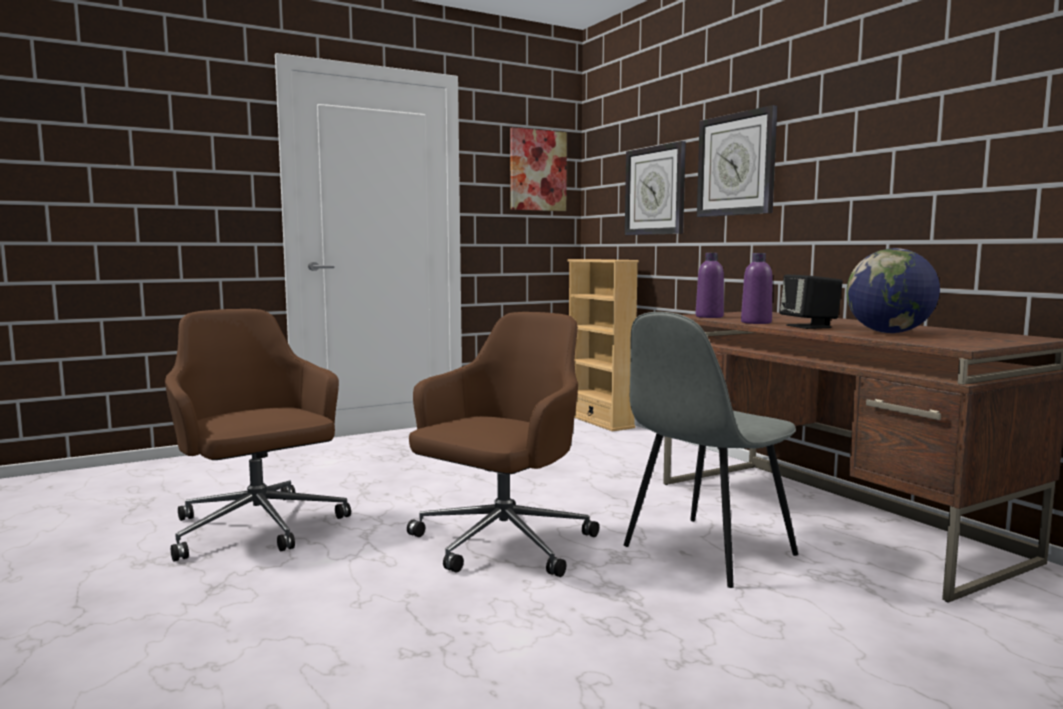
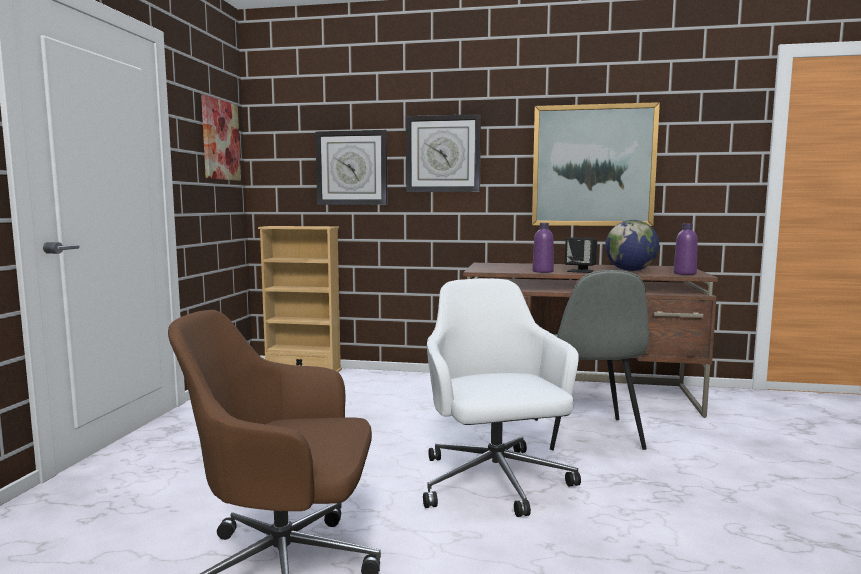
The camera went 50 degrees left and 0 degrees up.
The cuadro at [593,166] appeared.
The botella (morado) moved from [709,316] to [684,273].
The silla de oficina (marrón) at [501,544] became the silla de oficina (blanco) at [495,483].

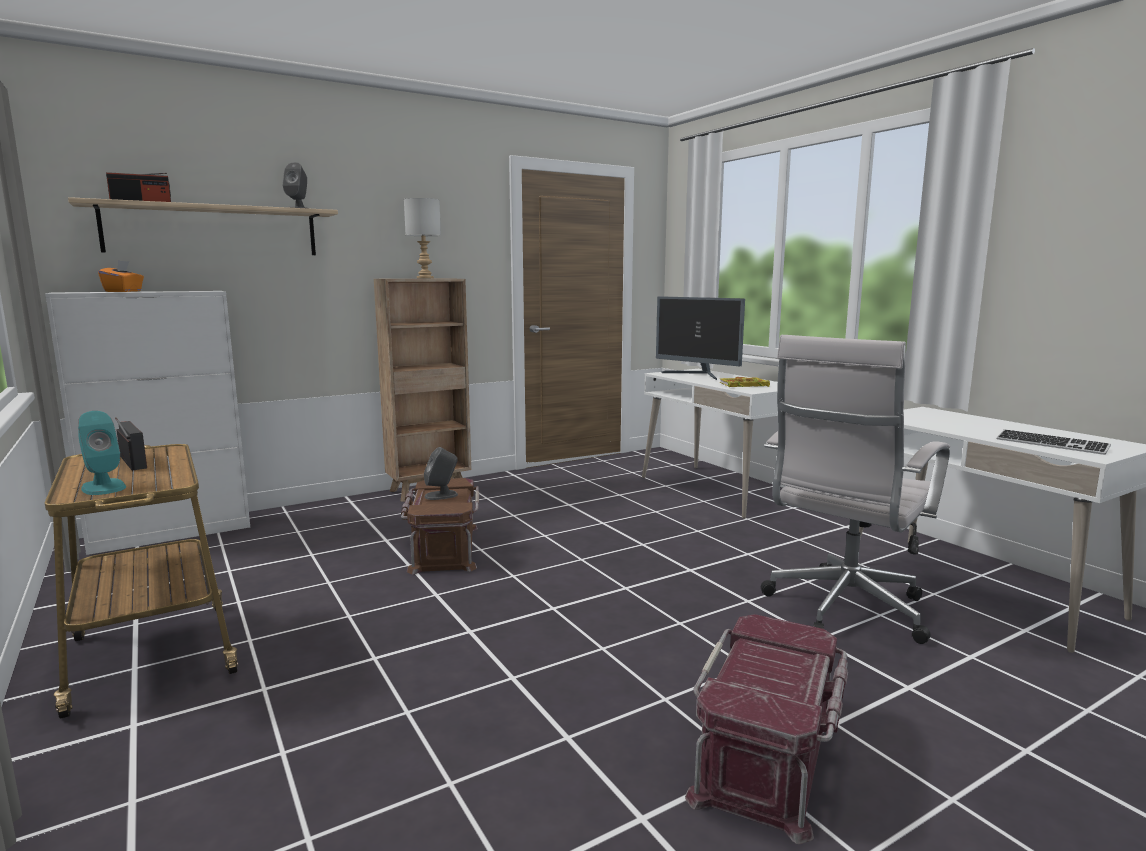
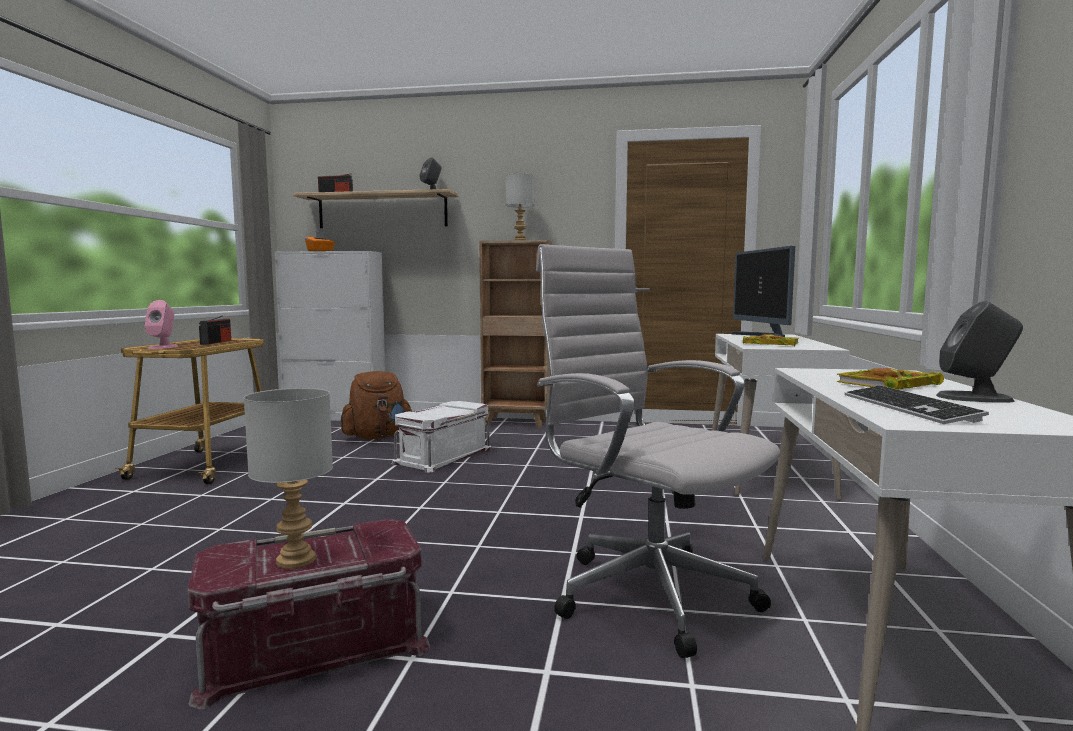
The camera went 40 degrees right and 5 degrees down.
The lámpara de mesa (gris) at [294,560] appeared.
The mochila (marrón) at [377,437] appeared.
The libro at [888,385] appeared.
The altavoz (gris) moved from [441,495] to [975,398].
The altavoz (turquesa) at [103,487] became the altavoz (rosa) at [163,347].
The caja de almacenaje (marrón) at [443,548] became the caja de almacenaje (blanco) at [443,456].
The silla de oficina (blanco) at [843,611] turned 60 degrees clockwise.

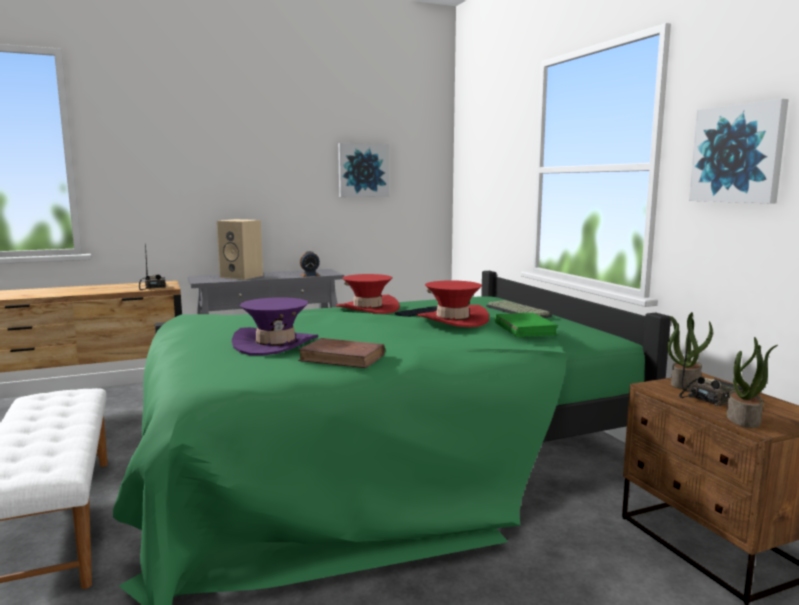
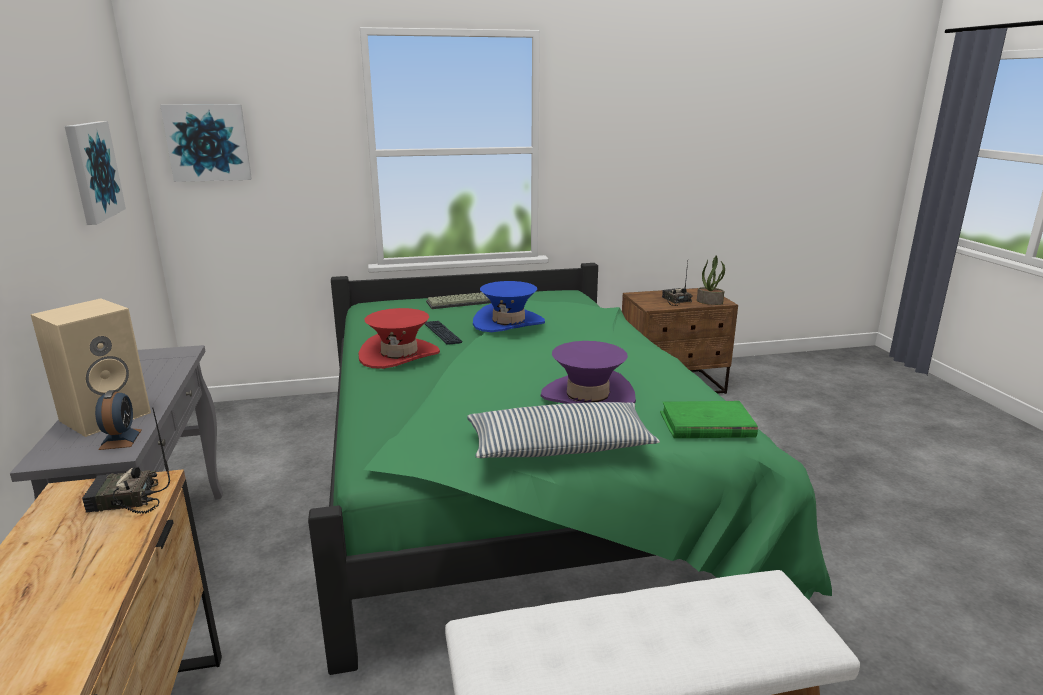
The camera went 80 degrees left and 10 degrees up.
The libro (marrón) at [342,358] disappeared.
The planta en maceta at [685,383] disappeared.
The cojín at [560,447] appeared.
The despertador moved from [310,275] to [120,439].
The libro (verde) moved from [524,329] to [706,425].
The cuadro moved from [737,154] to [208,142].
The sombrero (rojo) at [452,320] became the sombrero (azul) at [508,323].

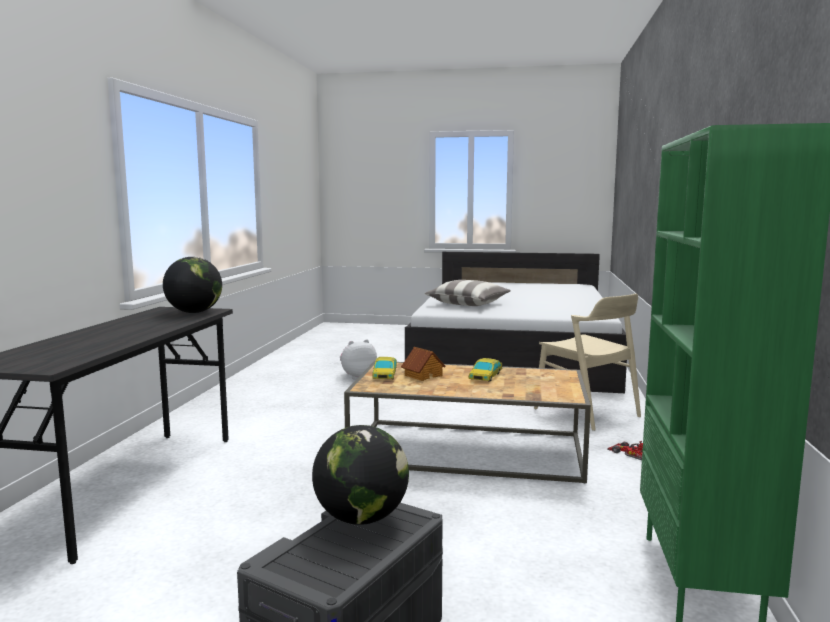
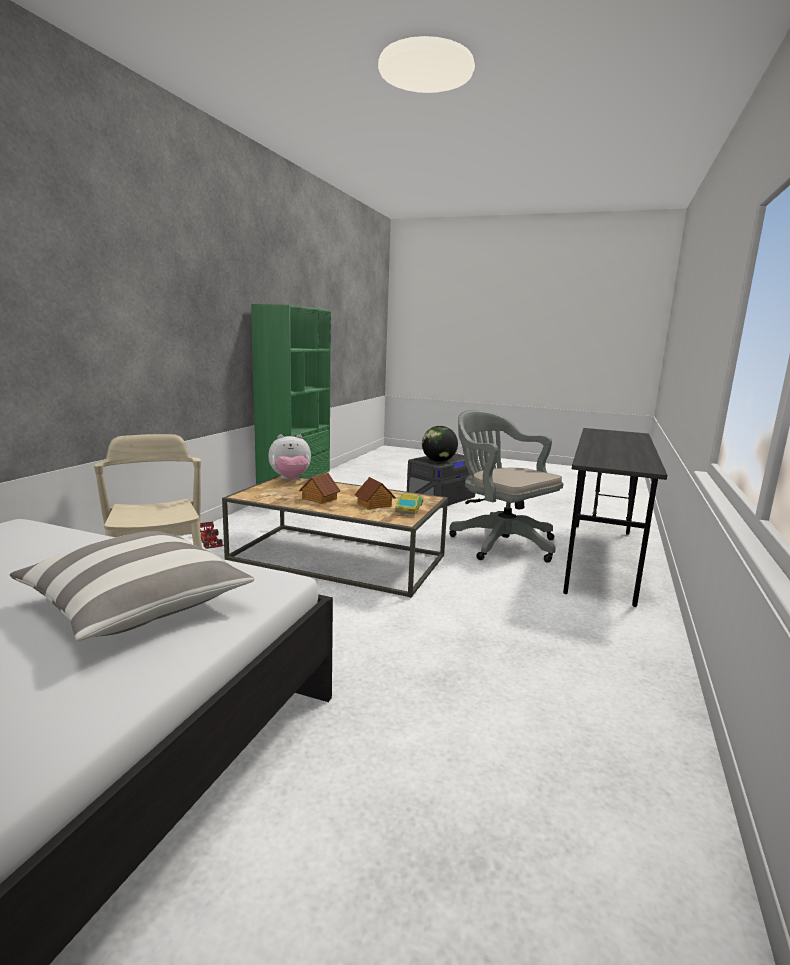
The camera went 170 degrees left and 5 degrees up.
The globo terráqueo at [194,312] disappeared.
The silla de oficina (gris) at [499,542] appeared.
The peluche moved from [357,376] to [290,479].
The coche de juguete at [485,376] was replaced by the casita at [319,499].

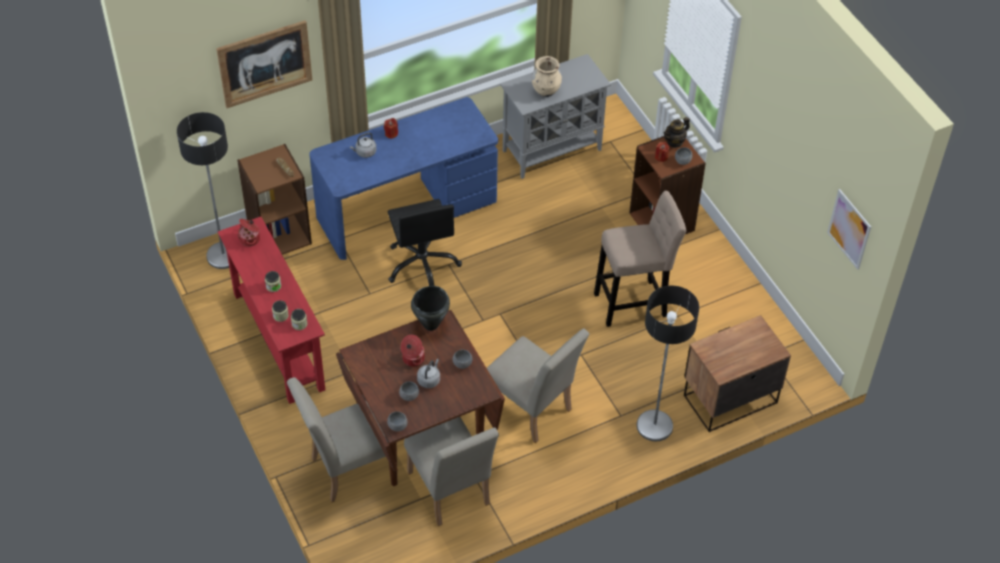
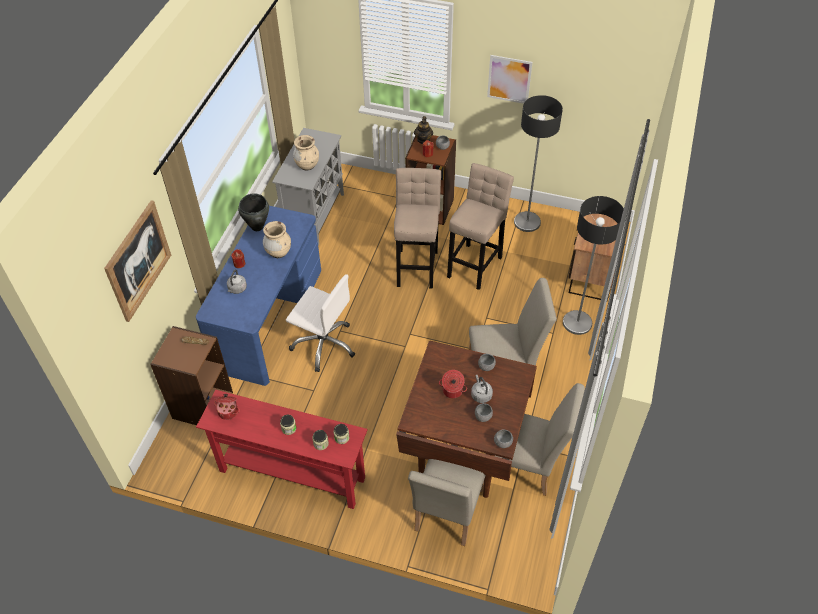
The camera went 45 degrees left and 0 degrees up.
The florero (beis) at [278,252] appeared.
The taburete (beis) at [417,266] appeared.
The lámpara de pie moved from [223,255] to [527,222].
The olla (negro) moved from [430,324] to [257,227].
The cuadro moved from [849,229] to [509,79].
The silla de oficina (negro) at [422,264] became the silla de oficina (blanco) at [324,344].

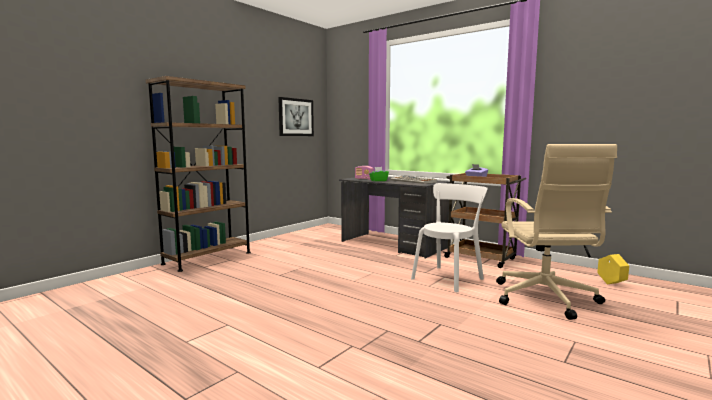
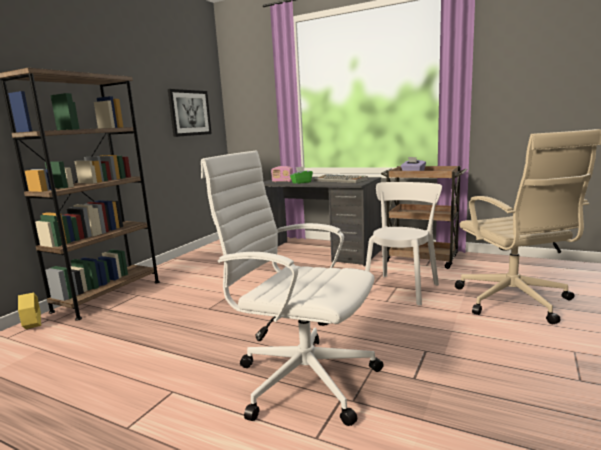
The camera went 10 degrees left and 5 degrees up.
The silla de oficina (blanco) at [302,378] appeared.
The maceta (amarillo) moved from [611,283] to [33,327].

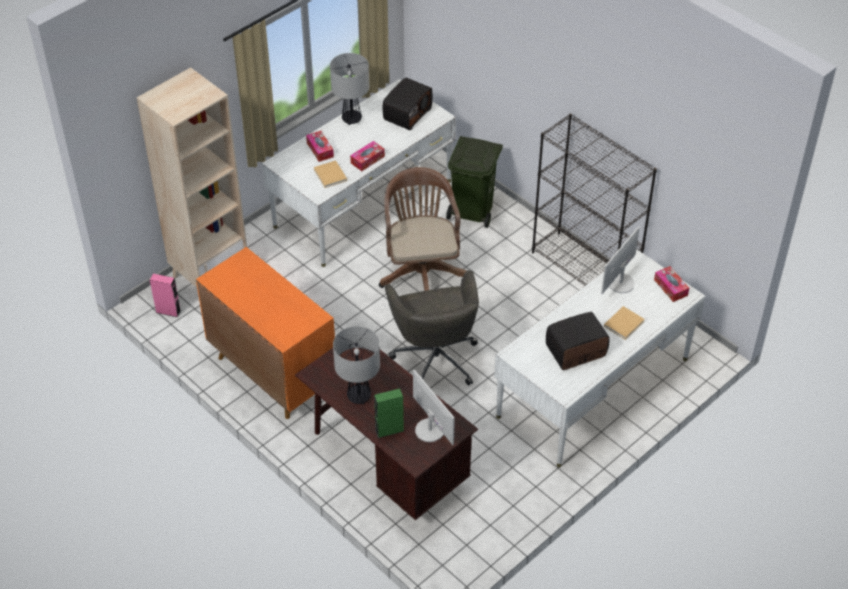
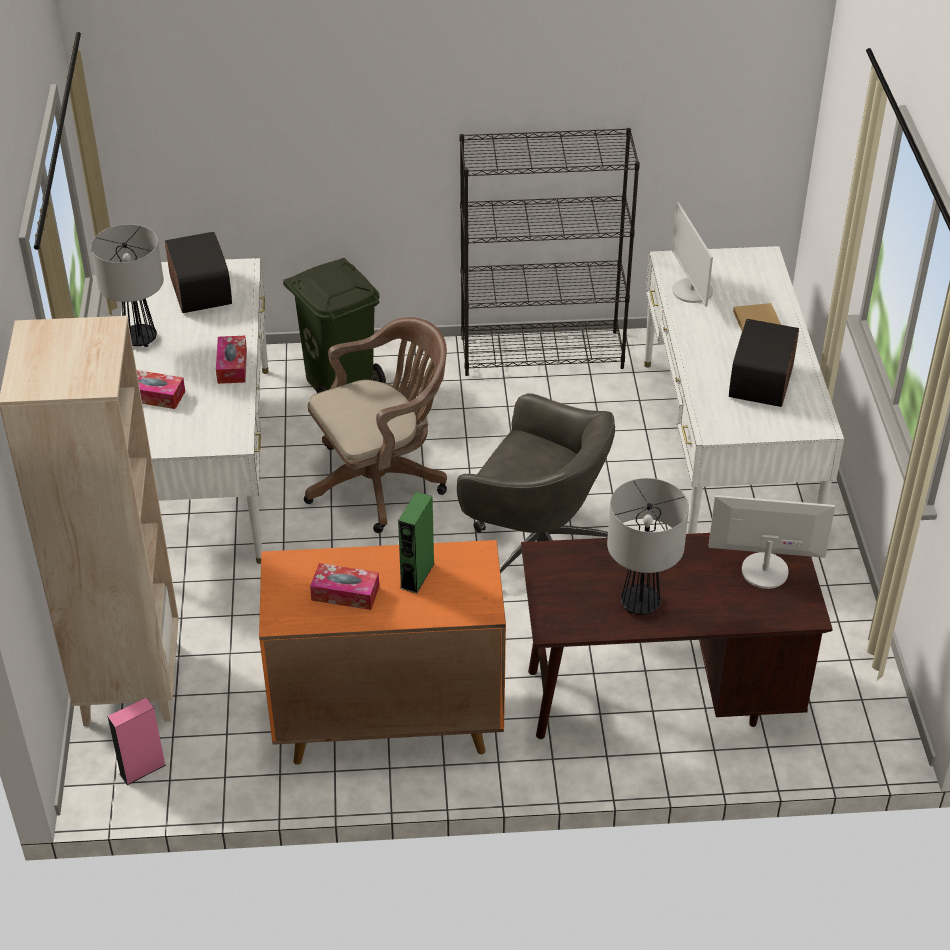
The camera went 50 degrees left and 5 degrees down.
The libro (beis) at [330,176] disappeared.
The altavoz (verde) moved from [389,430] to [417,575].
The caja de pañuelos moved from [670,287] to [345,593].
The silla de oficina (marrón) at [421,271] turned 120 degrees clockwise.

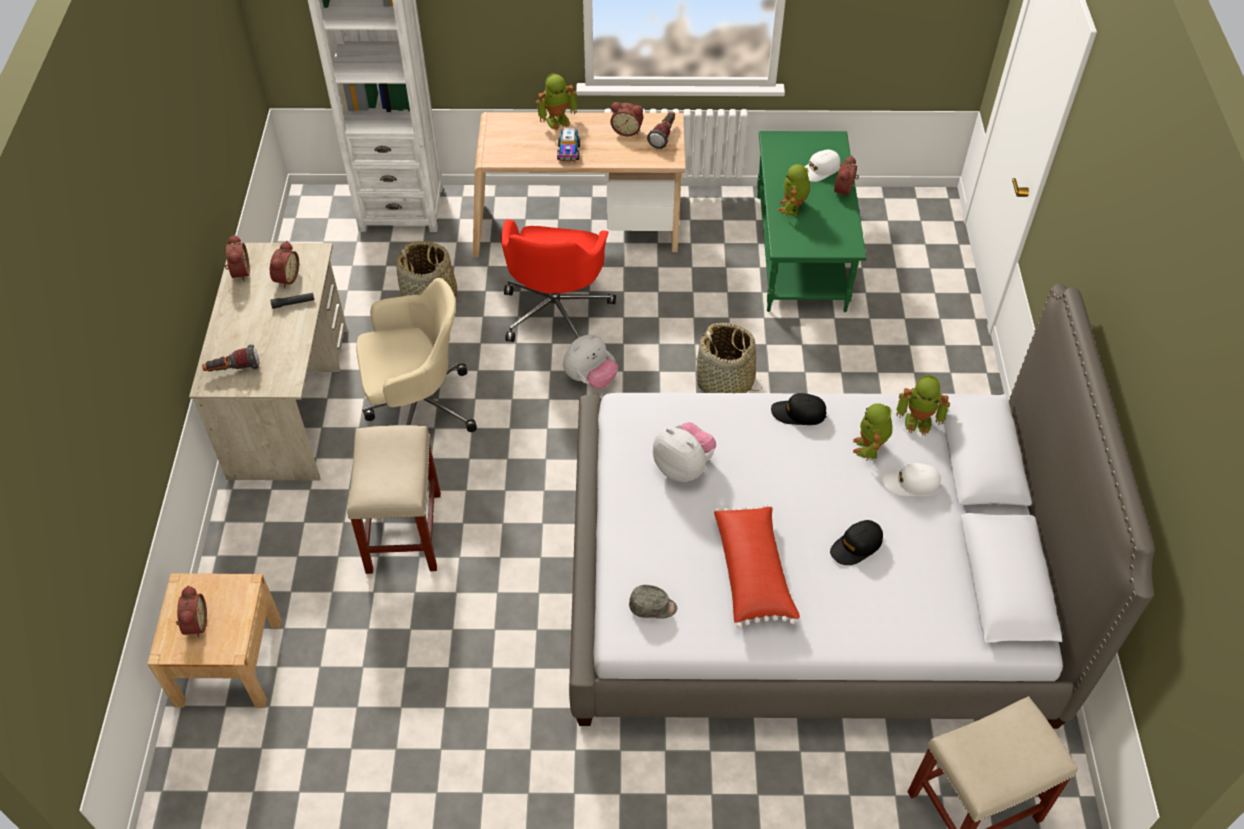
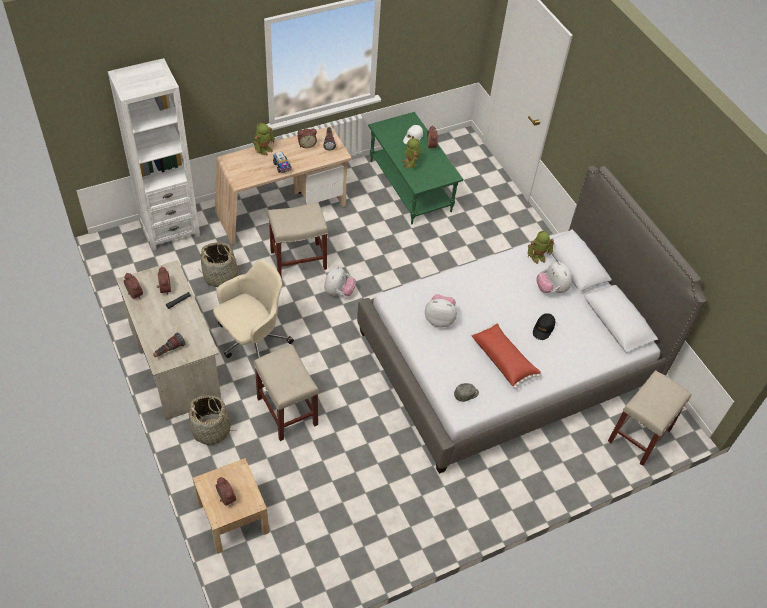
The camera went 30 degrees left and 0 degrees up.
The gorra (negro) at [798,413] disappeared.
The robot de juguete at [870,448] disappeared.
The cesta moved from [725,382] to [211,430].
The silla de oficina (rojo) at [556,311] was replaced by the taburete (beis) at [297,260].
The gorra (blanco) at [911,484] was replaced by the peluche at [551,289].

